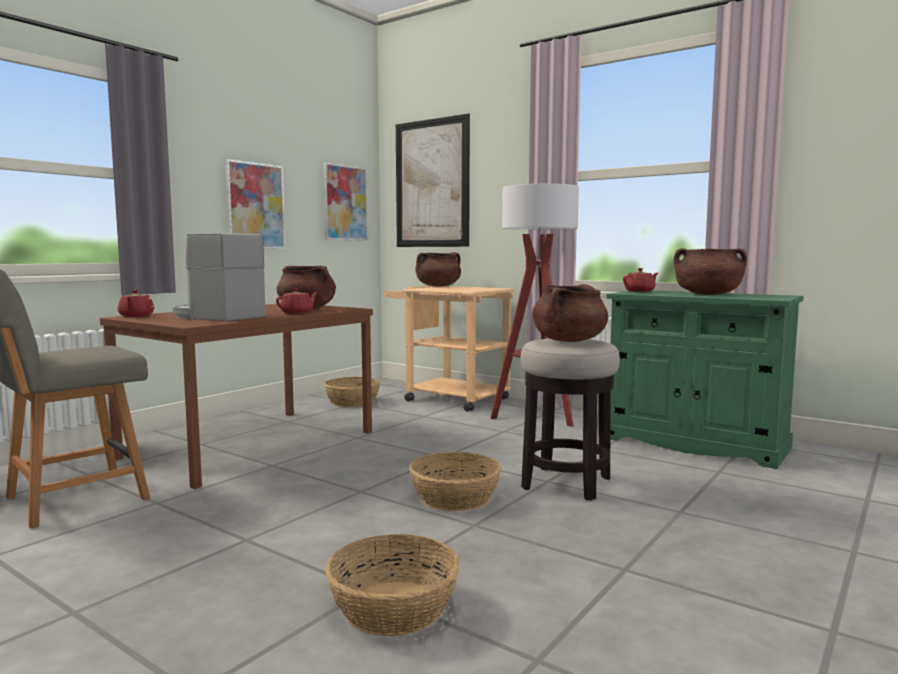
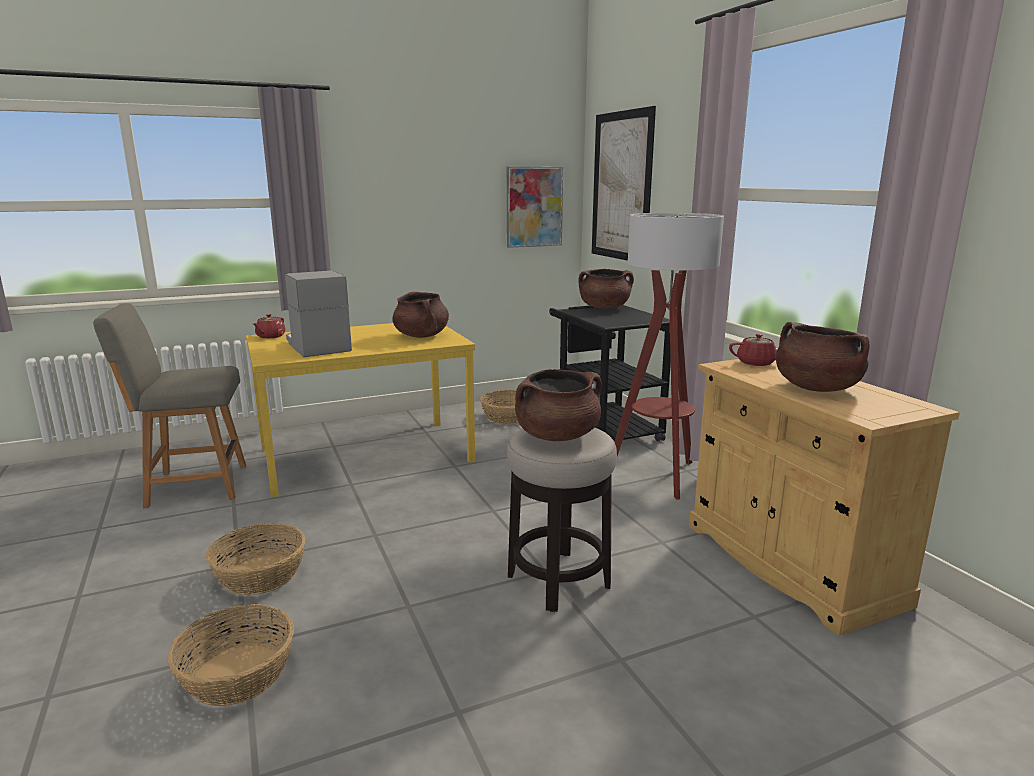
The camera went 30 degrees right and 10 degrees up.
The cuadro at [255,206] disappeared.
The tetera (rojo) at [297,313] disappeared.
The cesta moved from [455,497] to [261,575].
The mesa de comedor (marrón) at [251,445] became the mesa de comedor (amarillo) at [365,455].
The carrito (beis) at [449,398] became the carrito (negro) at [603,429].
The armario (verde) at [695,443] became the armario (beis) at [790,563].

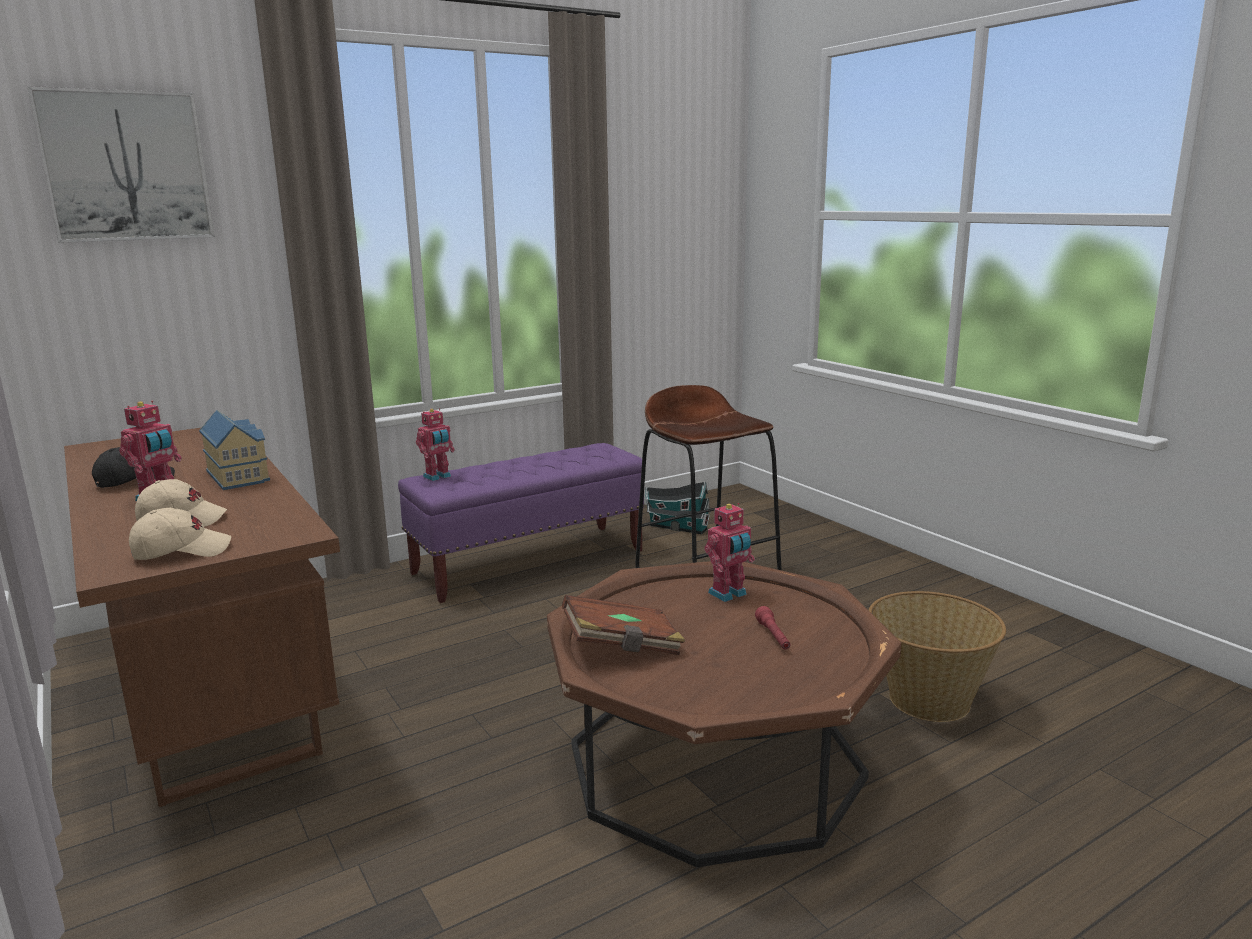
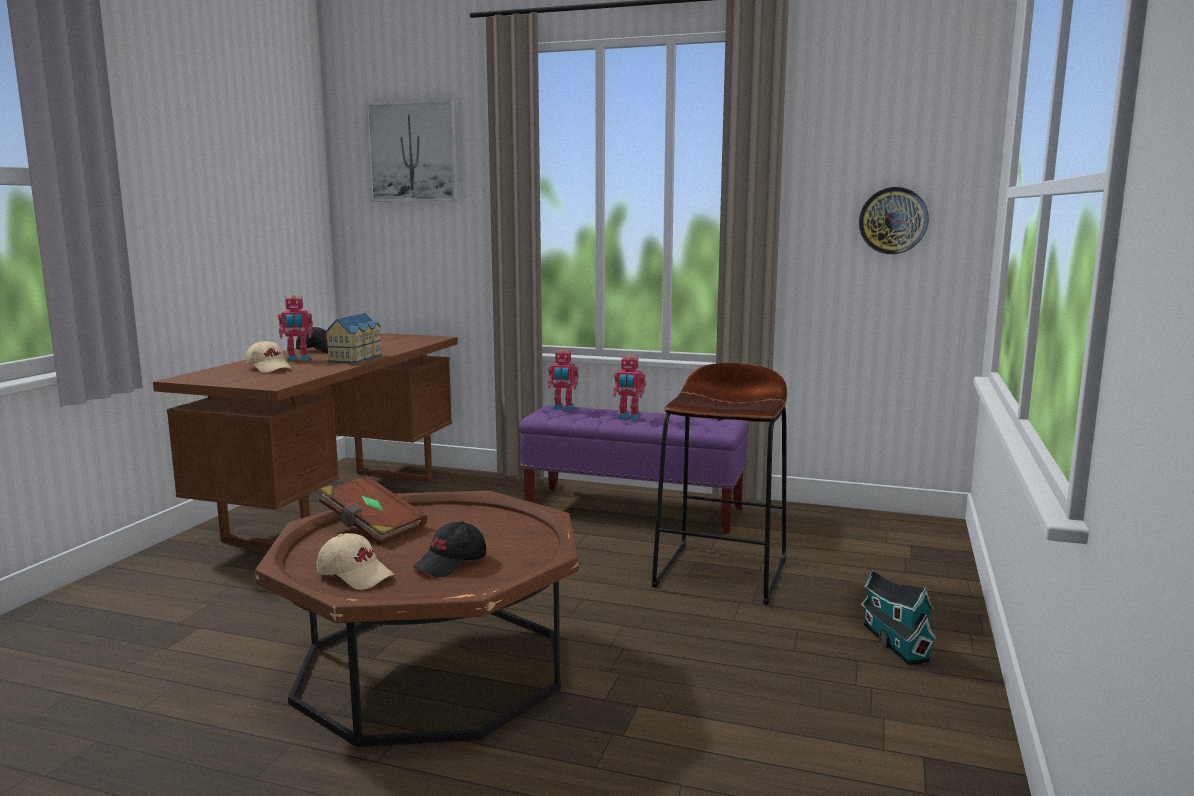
The camera went 50 degrees right and 5 degrees down.
The cesta at [927,700] disappeared.
The reloj de pared at [893,220] appeared.
The gorra (beis) moved from [182,551] to [355,575].
The casita moved from [676,527] to [893,641].
The robot de juguete moved from [729,594] to [628,417].
The linterna (rojo) at [773,636] was replaced by the gorra (negro) at [451,563].

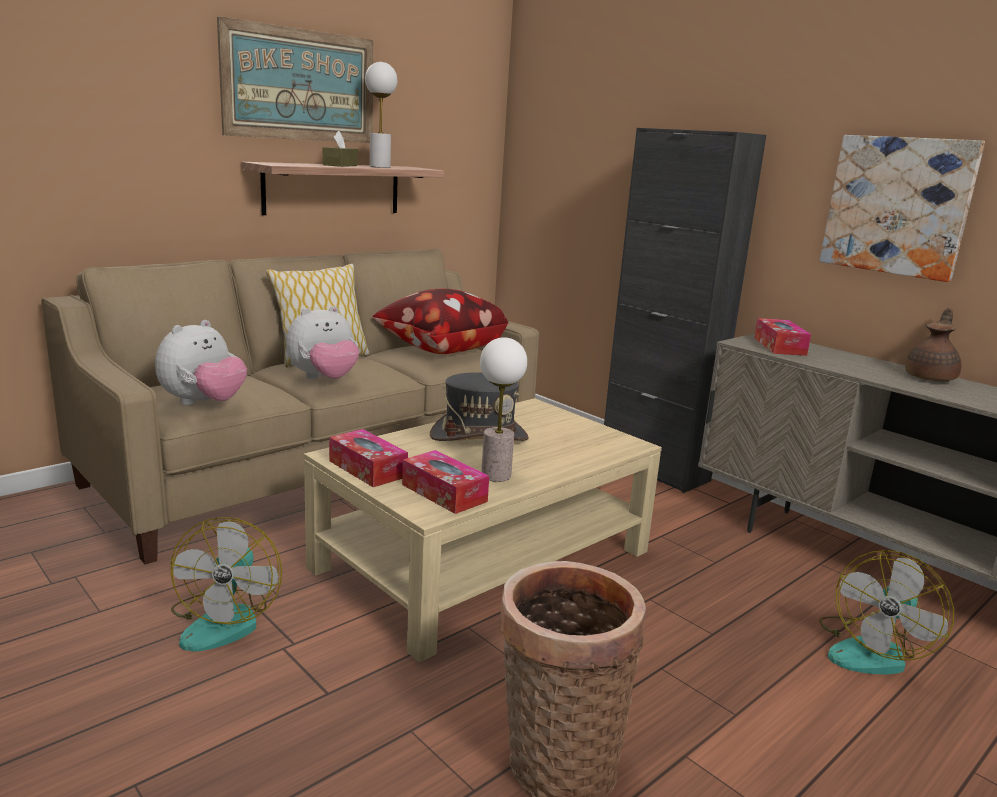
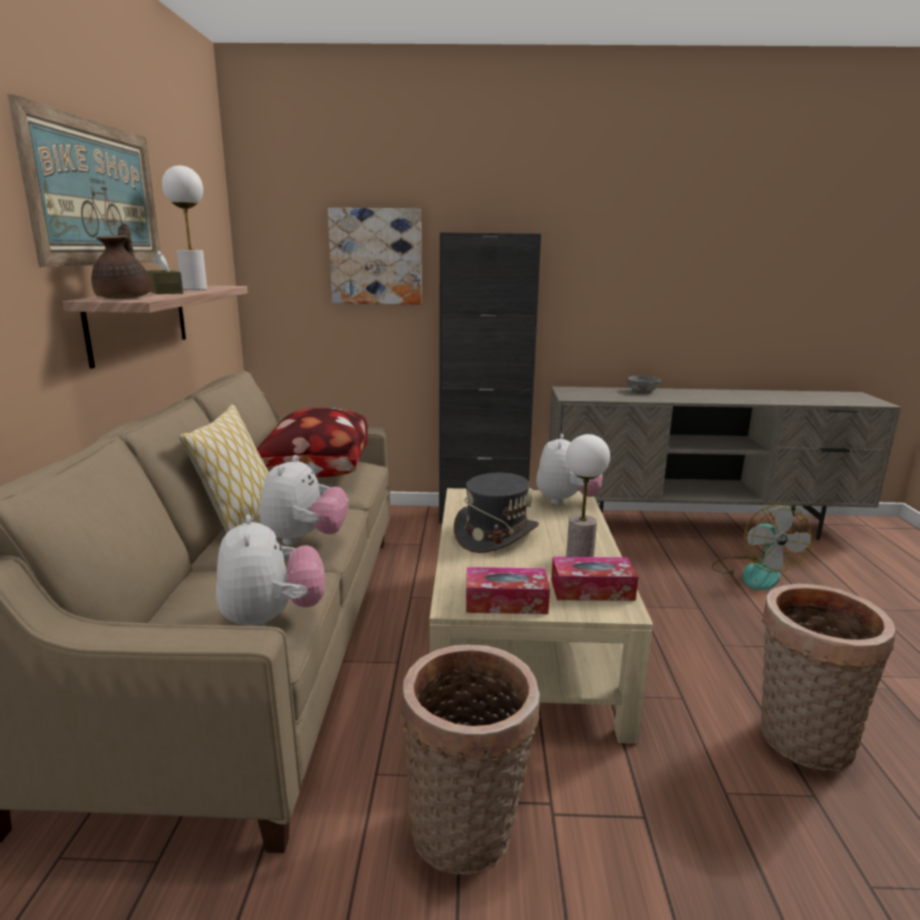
The camera went 45 degrees left and 0 degrees up.
The caja de pañuelos at [779,346] disappeared.
The peluche at [566,501] appeared.
The cuenco (gris) at [642,391] appeared.
The cuadro moved from [898,206] to [376,257].
The tetera (marrón) moved from [931,378] to [126,298].
The ventilador at [226,620] was replaced by the cesta at [468,833].

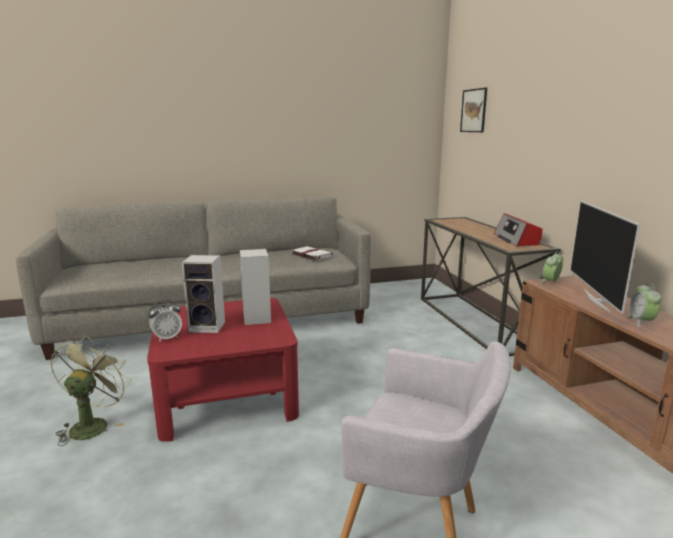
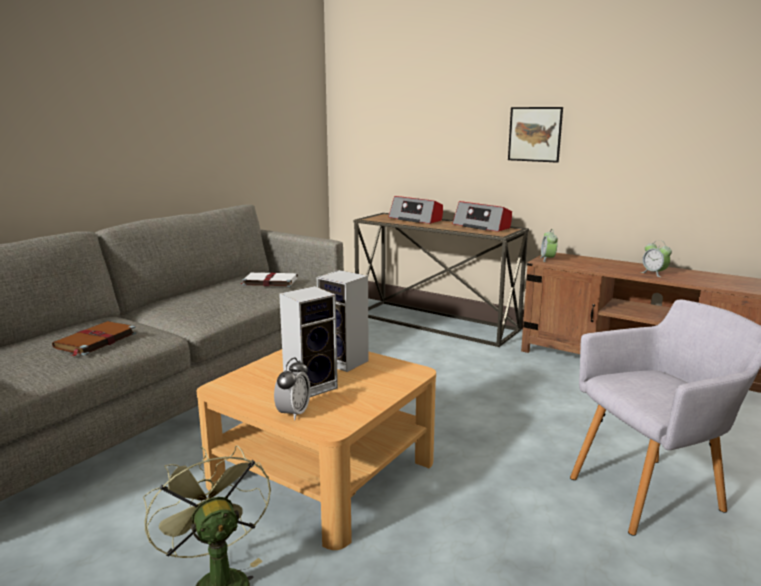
The camera went 40 degrees left and 0 degrees up.
The televisor at [597,300] disappeared.
The libro (marrón) at [95,341] appeared.
The radio at [416,219] appeared.
The cuadro moved from [473,110] to [535,134].
The mesa de centro (rojo) at [227,393] became the mesa de centro (beis) at [323,472].

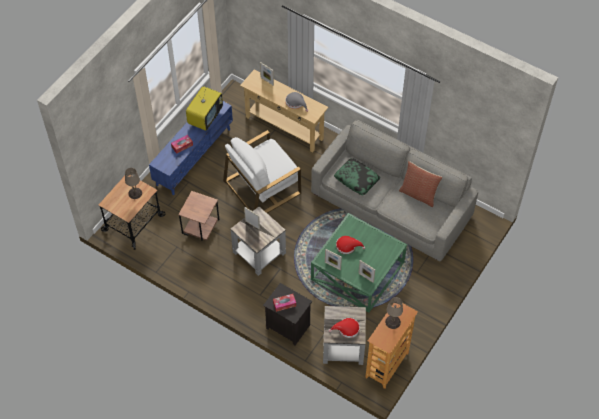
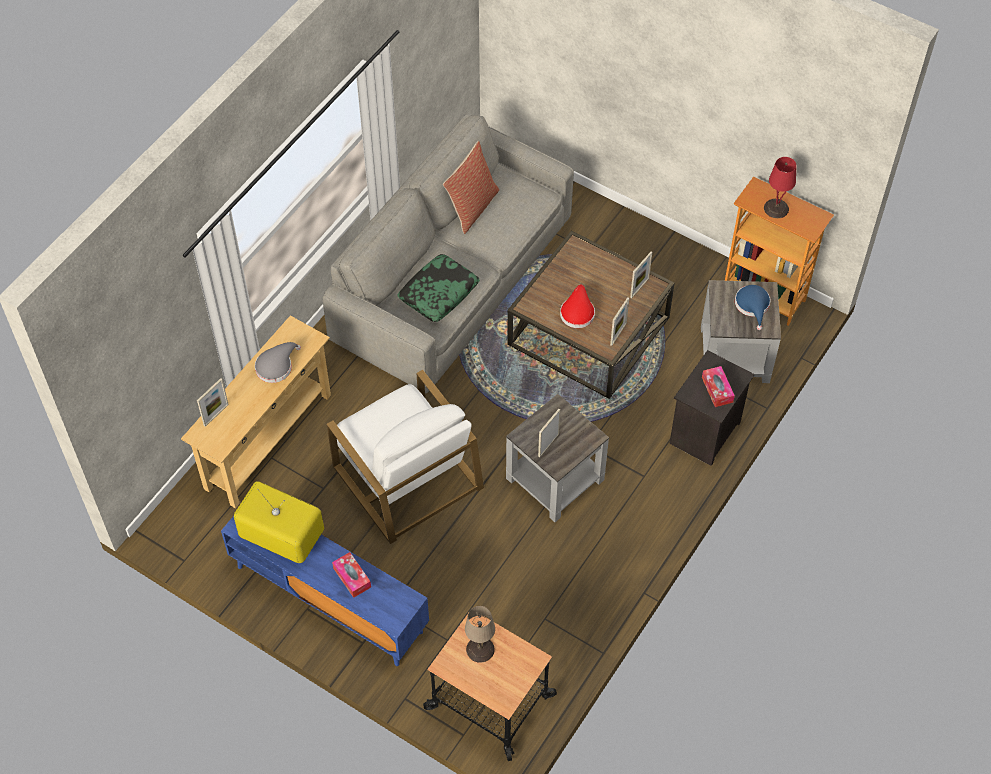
The camera went 90 degrees left and 0 degrees up.
The mesa auxiliar (marrón) at [200,229] disappeared.
The mesa de centro (verde) at [358,270] became the mesa de centro (marrón) at [588,330].
The sombrero (rojo) at [346,329] became the sombrero (azul) at [753,306].
The lámpara de mesa (beis) at [393,322] became the lámpara de mesa (rojo) at [776,208].

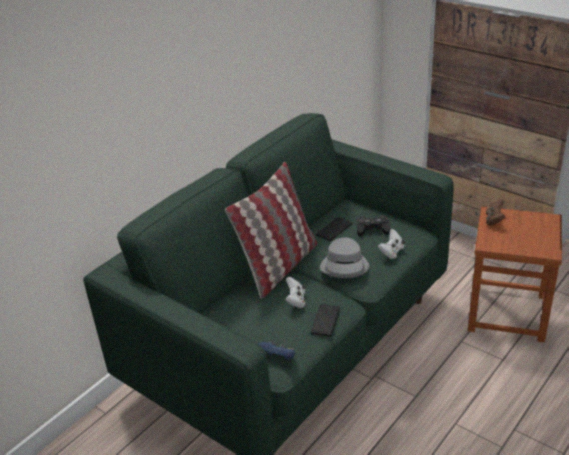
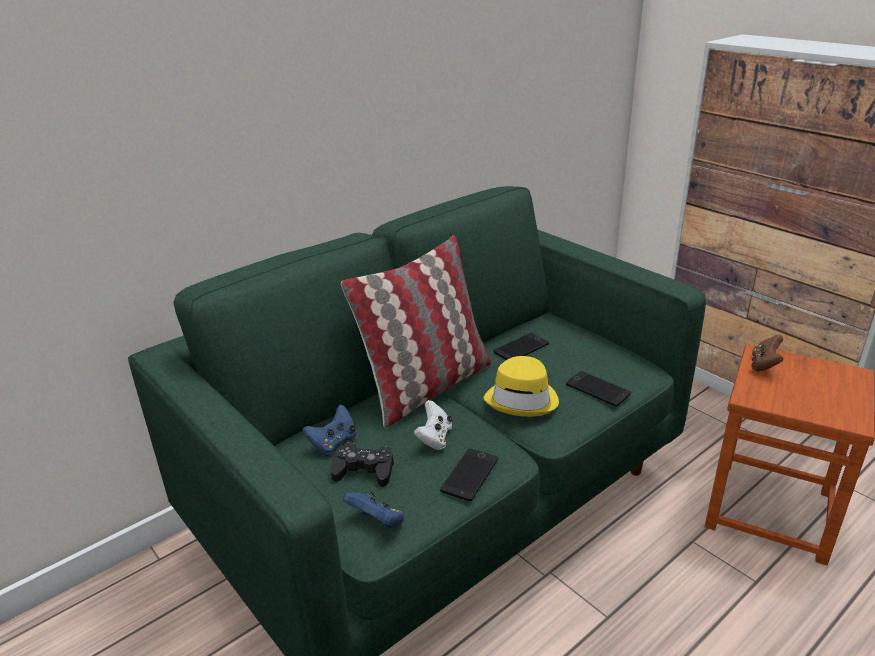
The camera went 10 degrees right and 5 degrees down.
The mando de consola (azul) at [333,443] appeared.
The mando de consola (negro) moved from [372,229] to [364,470].
The mando de consola (blanco) at [391,252] was replaced by the móvil at [598,389].
The sombrero (gris) at [345,266] became the sombrero (amarillo) at [522,399].

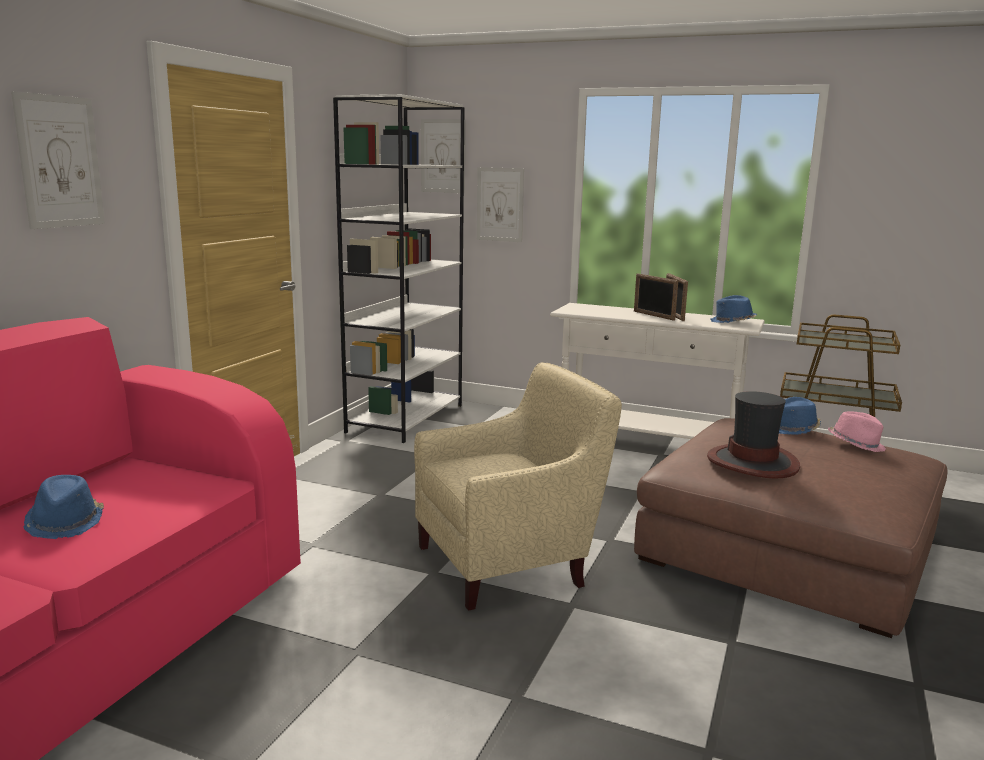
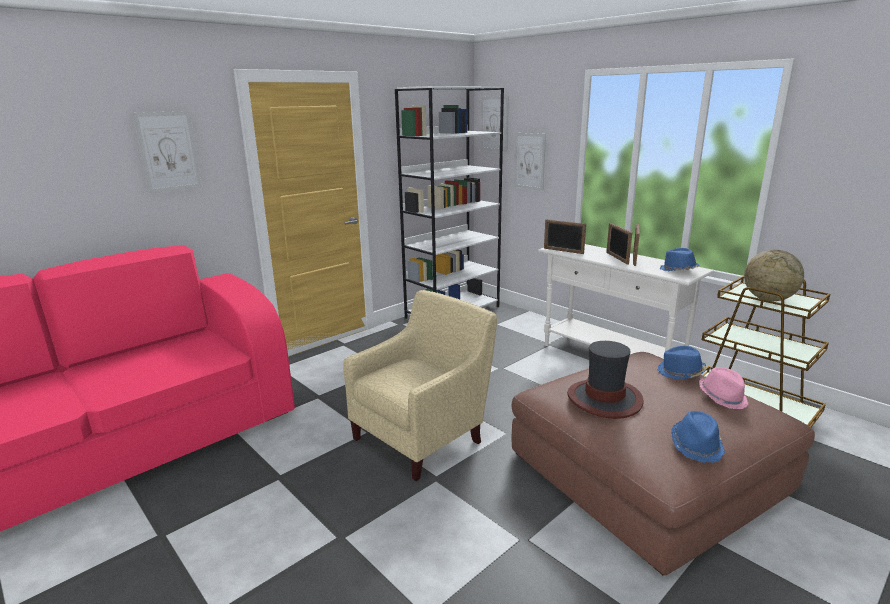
The camera went 25 degrees right and 5 degrees up.
The portarretratos at [563,251] appeared.
The globo terráqueo at [768,299] appeared.
The sombrero (azul) moved from [66,522] to [696,446].
The sillón (beis) at [510,563] turned 45 degrees counterclockwise.

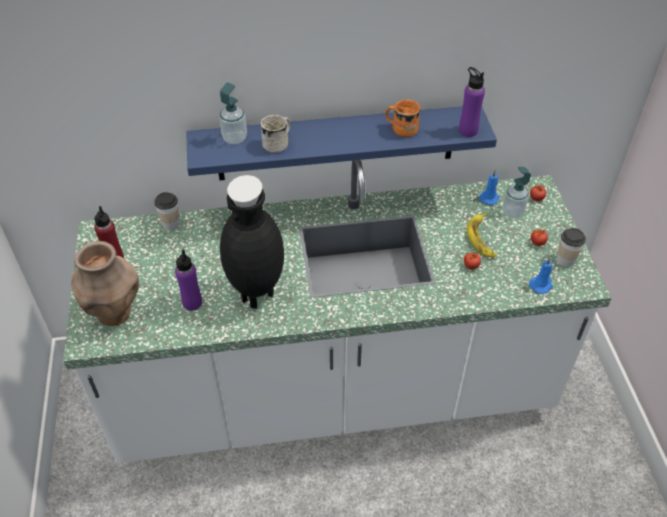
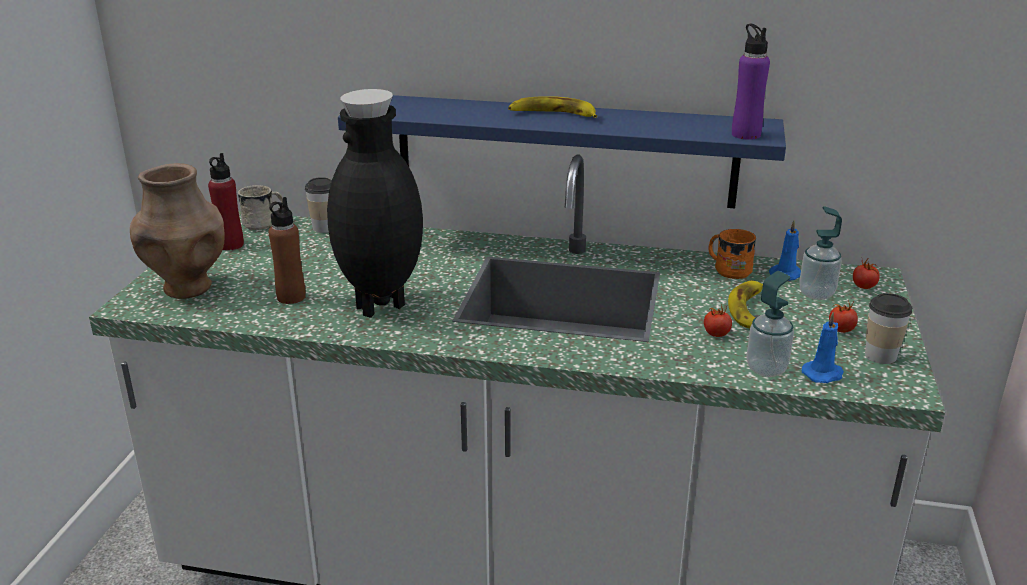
The camera went 20 degrees right and 20 degrees down.
The plátano at [553,115] appeared.
The dispensador de jabón moved from [235,138] to [766,369].
The taza grande (blanco) moved from [278,143] to [264,223].
The taza grande (naranja) moved from [401,128] to [728,270].
The botella (morado) at [192,303] became the botella (marrón) at [291,297].

